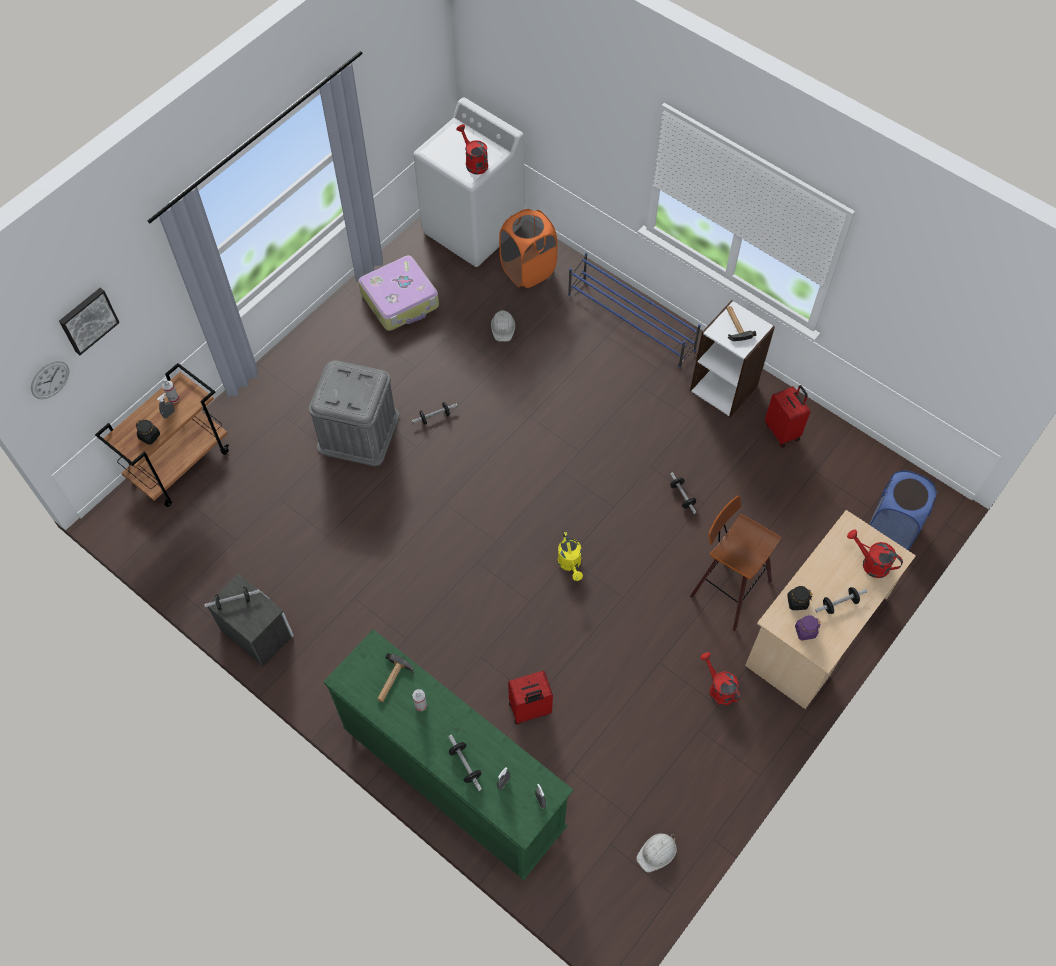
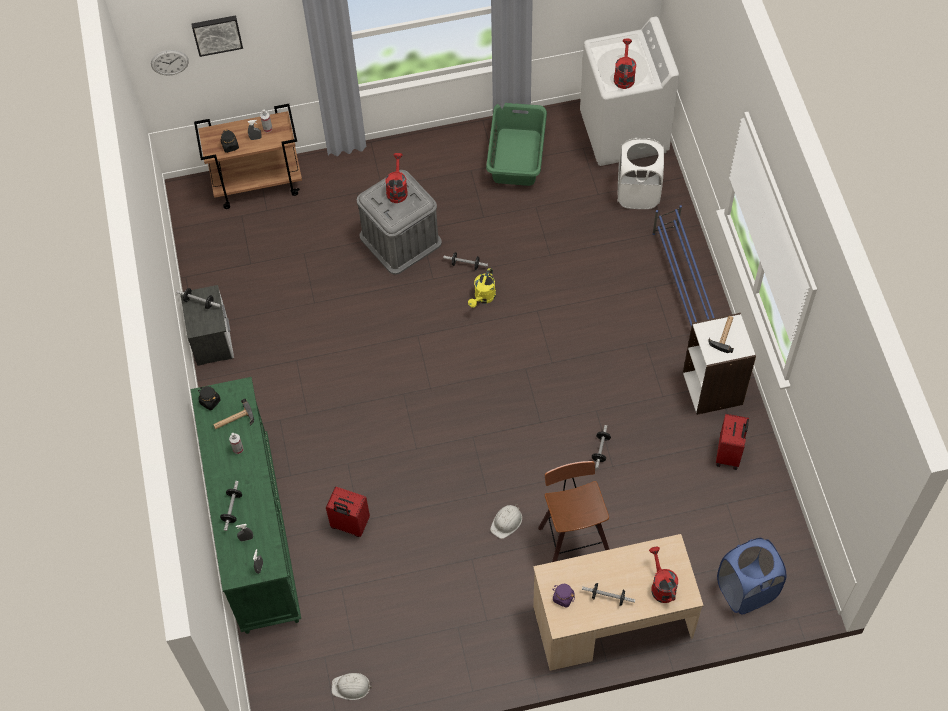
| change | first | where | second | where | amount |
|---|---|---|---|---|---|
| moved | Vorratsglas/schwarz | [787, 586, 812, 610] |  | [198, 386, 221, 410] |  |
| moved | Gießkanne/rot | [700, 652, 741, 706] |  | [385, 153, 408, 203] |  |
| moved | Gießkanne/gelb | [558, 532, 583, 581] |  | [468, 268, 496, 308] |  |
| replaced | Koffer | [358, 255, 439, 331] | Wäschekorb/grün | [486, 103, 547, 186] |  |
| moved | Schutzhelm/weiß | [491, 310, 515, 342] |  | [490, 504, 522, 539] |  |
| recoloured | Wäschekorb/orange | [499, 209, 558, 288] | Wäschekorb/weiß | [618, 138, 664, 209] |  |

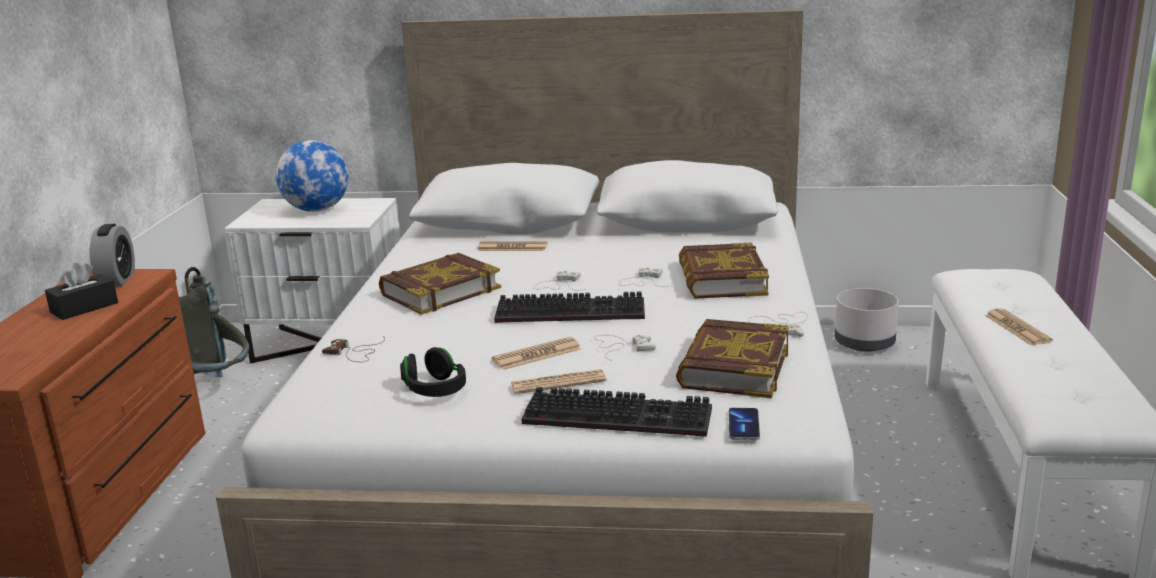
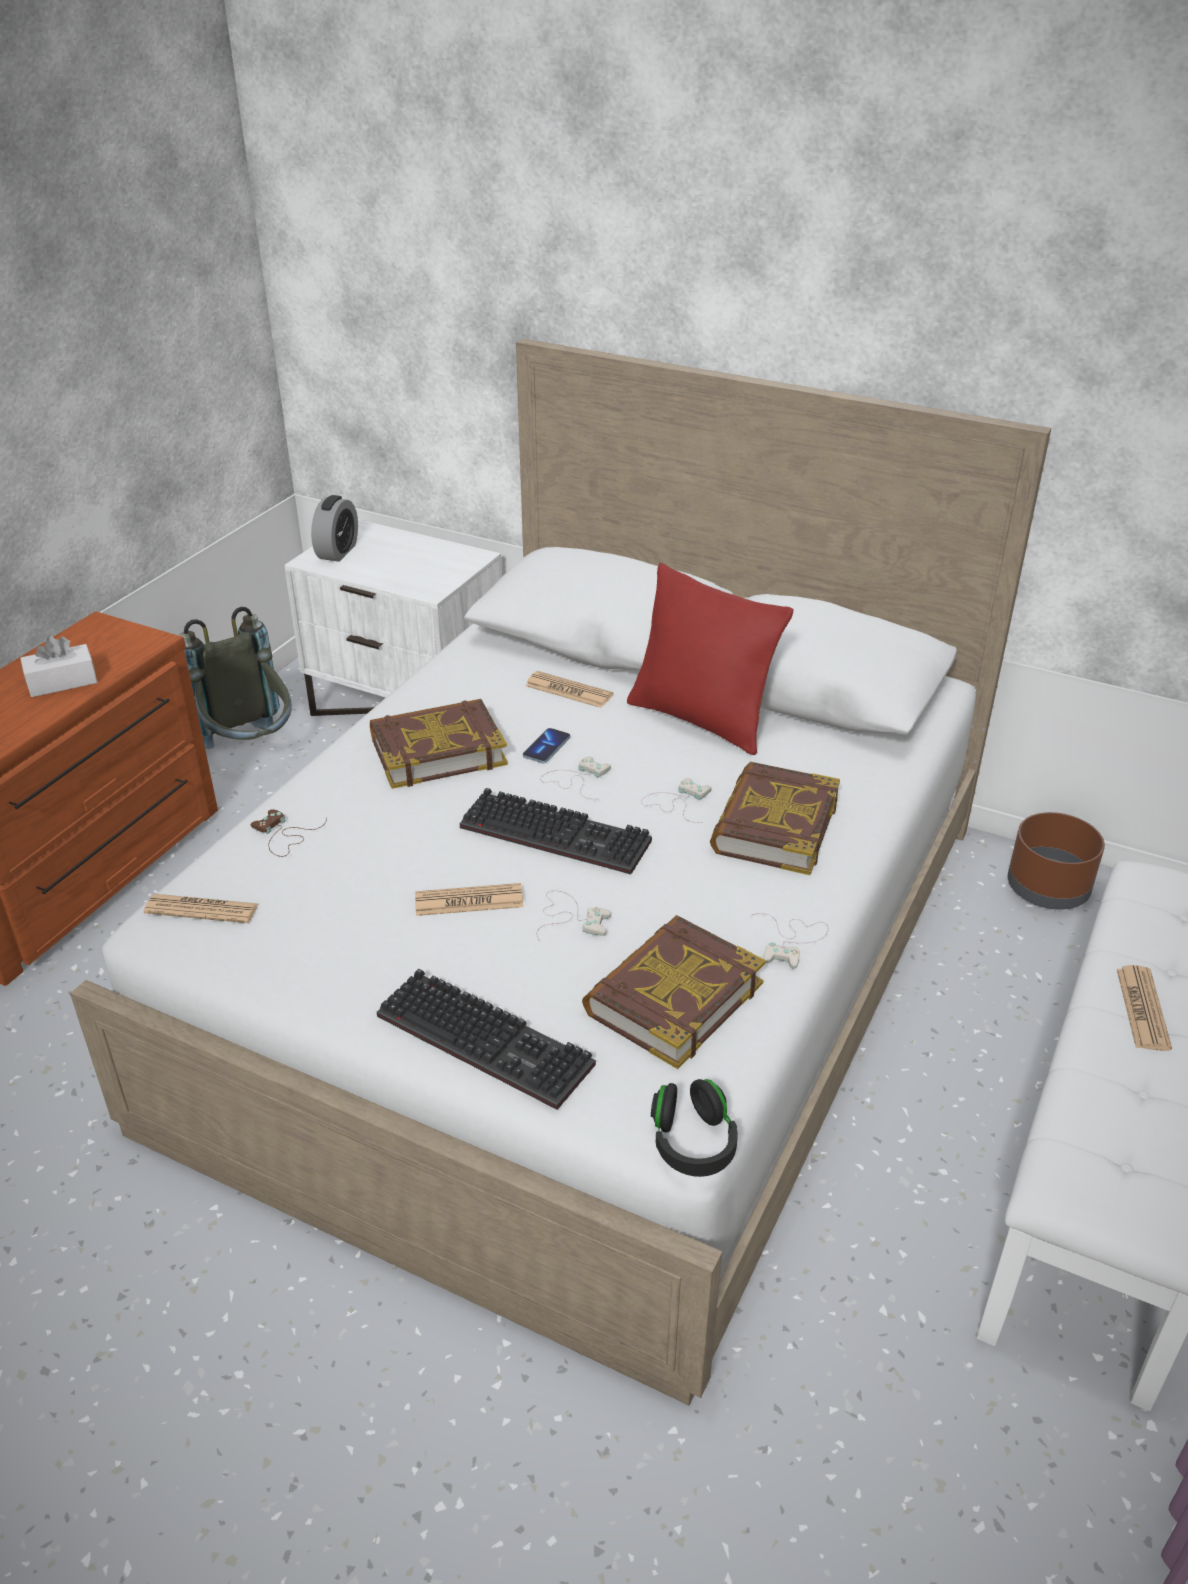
| change | first | where | second | where | amount |
|---|---|---|---|---|---|
| recoloured | Taschentuchbox/schwarz | [45, 263, 118, 320] | Taschentuchbox/weiß | [20, 636, 97, 697] |  |
| moved | Zeitung | [511, 369, 606, 394] |  | [144, 894, 258, 923] |  |
| moved | Wecker | [89, 224, 135, 287] |  | [311, 495, 358, 562] |  |
| moved | Handy | [729, 408, 760, 440] |  | [523, 728, 570, 763] |  |
| added |  |  | Kissen/rot | [627, 563, 794, 756] |  |
| moved | Kopfhörer/schwarz | [400, 347, 466, 397] |  | [651, 1079, 738, 1177] |  |
| recoloured | Pflanzkübel/grau | [835, 288, 899, 352] | Pflanzkübel/braun | [1008, 812, 1105, 910] |  |
| removed | Globus | [276, 140, 349, 212] |  |  |  |

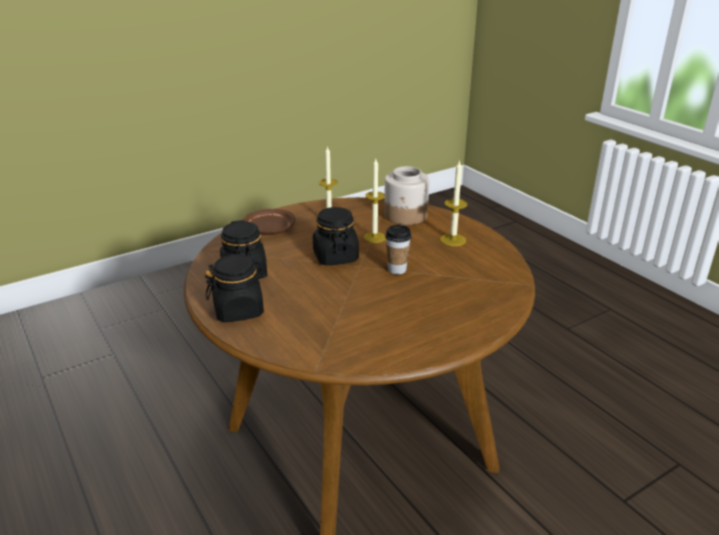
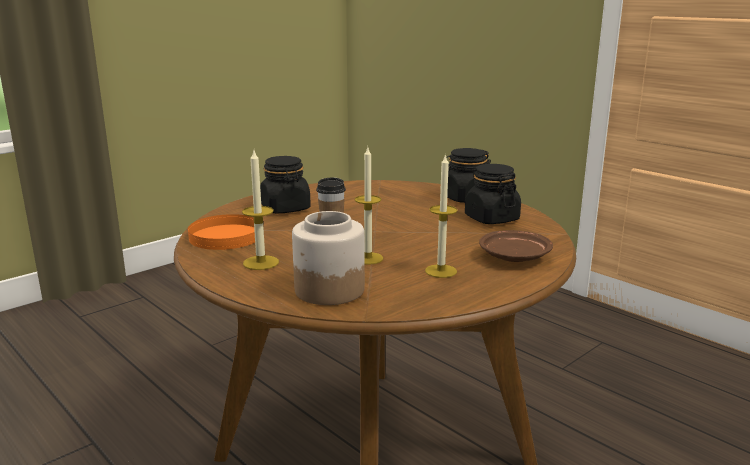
| change | first | where | second | where | amount |
|---|---|---|---|---|---|
| added |  |  | Teller/orange | [188, 214, 255, 250] |  |
| moved | Vorratsglas/schwarz | [313, 207, 359, 265] |  | [260, 156, 311, 214] |  |

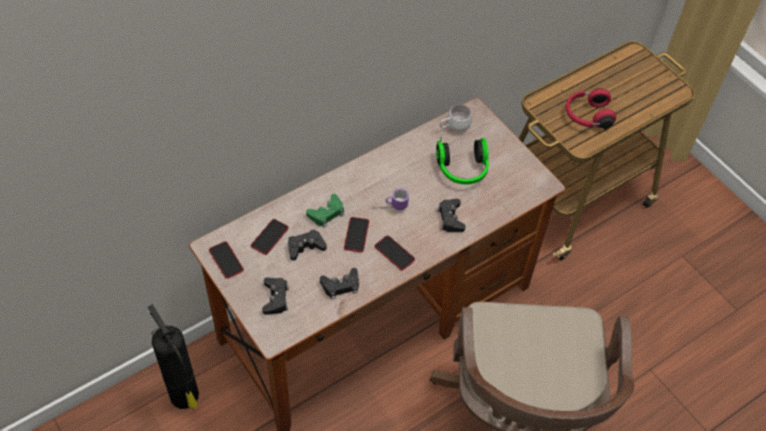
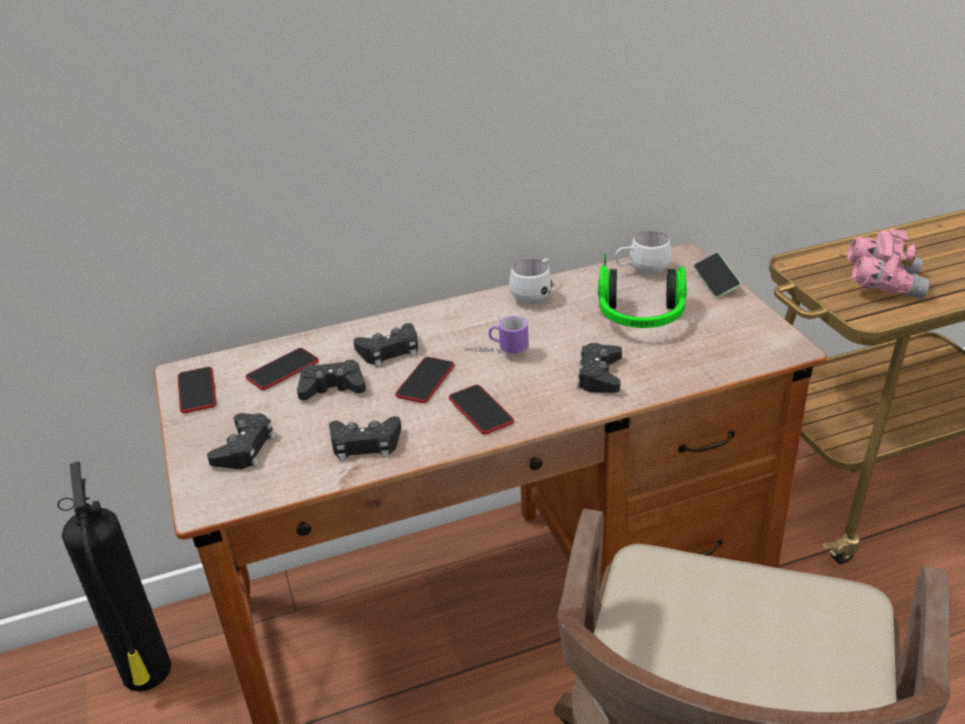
| change | first | where | second | where | amount |
|---|---|---|---|---|---|
| recoloured | Gamepad/grün | [306, 194, 344, 228] | Gamepad/schwarz | [353, 323, 418, 367] |  |
| added |  |  | Henkelbecher/weiß | [509, 259, 553, 304] |  |
| added |  |  | Handy | [693, 253, 741, 298] |  |
| replaced | Kopfhörer/rot | [566, 88, 616, 129] | Fernglas/rosa | [847, 229, 930, 299] |  |

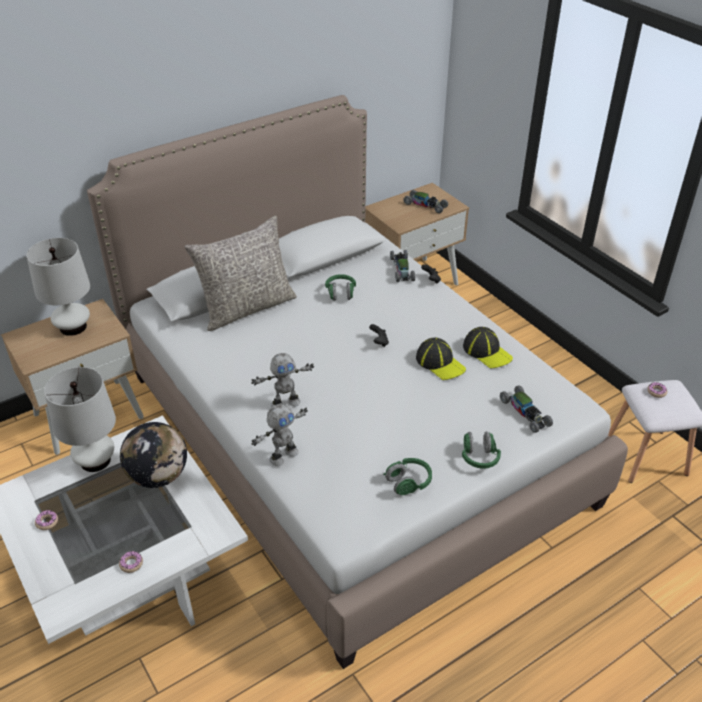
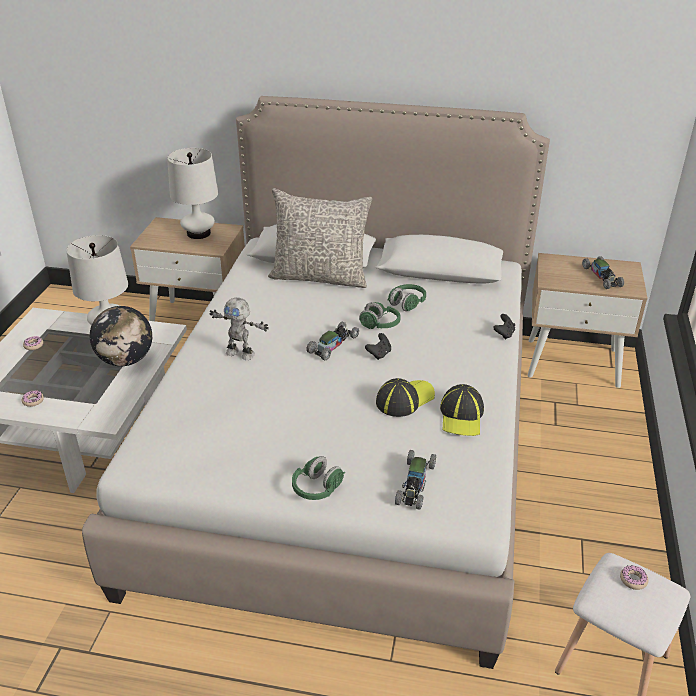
| change | first | where | second | where | amount |
|---|---|---|---|---|---|
| moved | Spielzeugauto | [390, 250, 415, 282] |  | [306, 322, 359, 360] |  |
| moved | Kopfhörer/grün | [383, 458, 432, 495] |  | [359, 302, 401, 329] |  |
| turned | Kappe | [416, 338, 466, 380] |  | [376, 378, 435, 417] | 135 degrees counterclockwise |
| removed | Spielzeugroboter | [251, 404, 308, 466] |  |  |  |

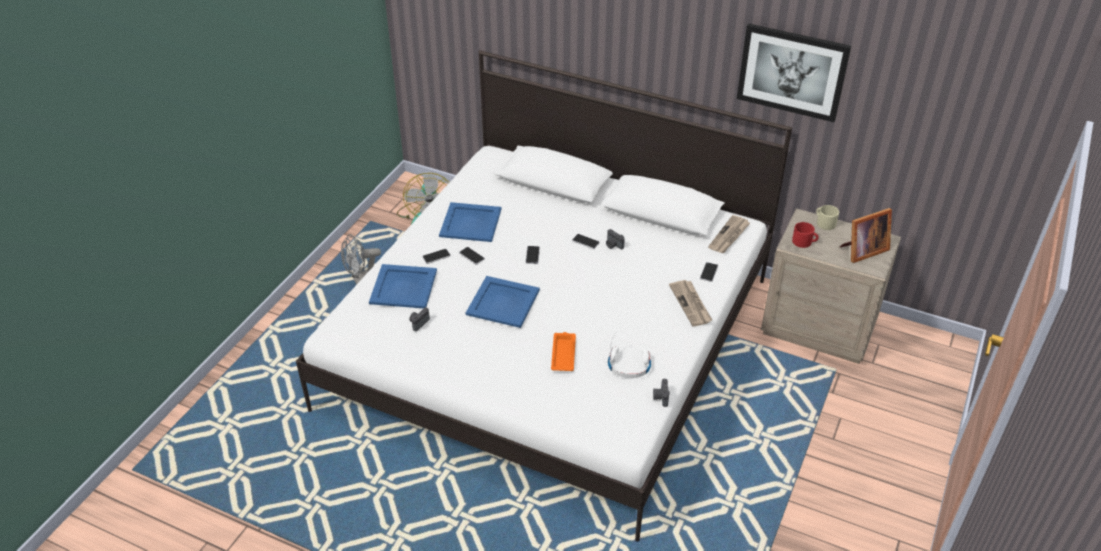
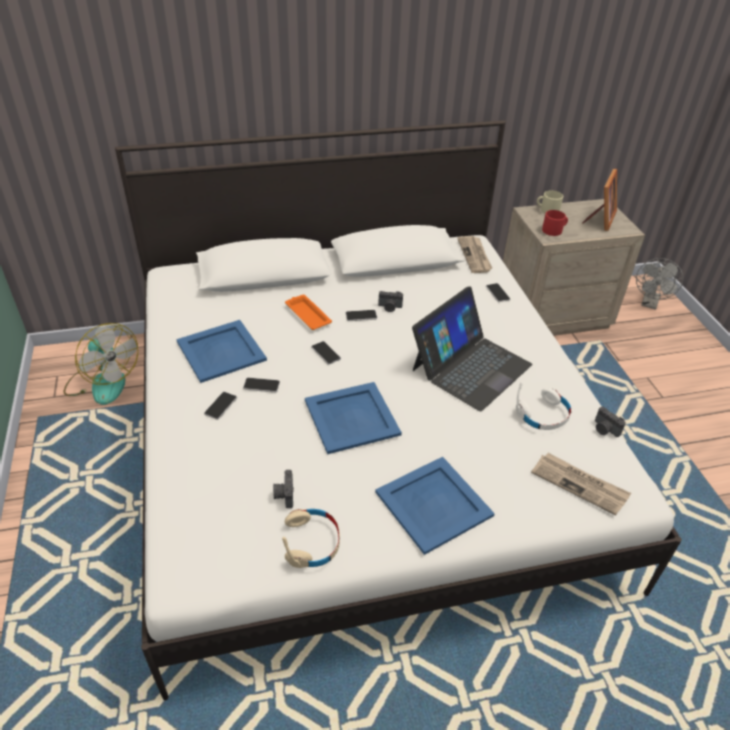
| change | first | where | second | where | amount |
|---|---|---|---|---|---|
| added |  |  | Kopfhörer/beige | [282, 509, 340, 568] |  |
| moved | Tablett/orange | [551, 332, 576, 371] |  | [285, 295, 332, 330] |  |
| moved | Tablett/blau | [369, 264, 437, 308] |  | [375, 457, 495, 555] |  |
| added |  |  | Laptop | [412, 286, 532, 412] |  |
| moved | Zeitung | [669, 280, 712, 326] |  | [531, 453, 631, 515] |  |
| moved | Ventilator/grau | [341, 234, 381, 285] |  | [636, 258, 683, 310] |  |
| removed | Bild | [737, 23, 851, 122] |  |  |  |

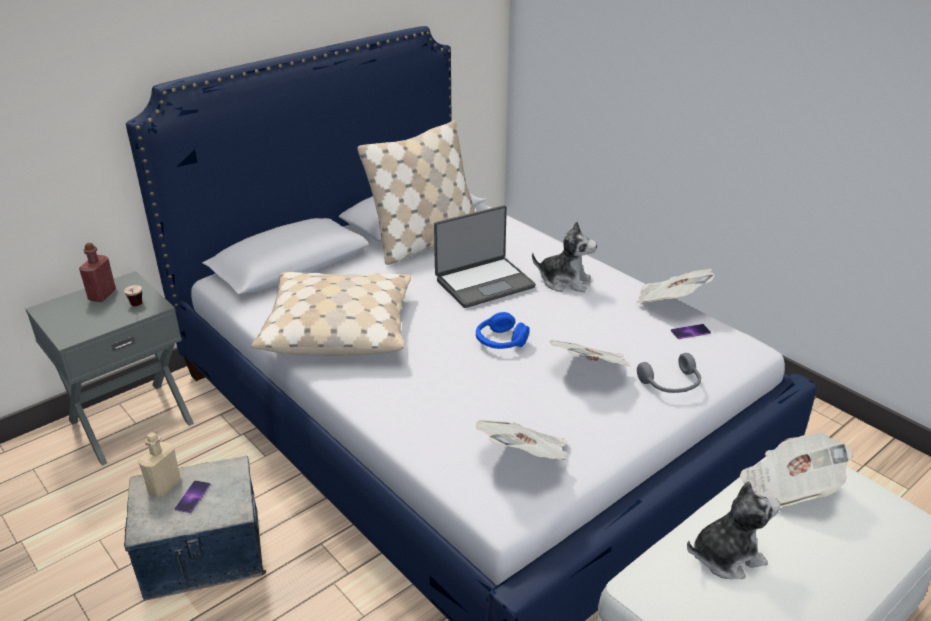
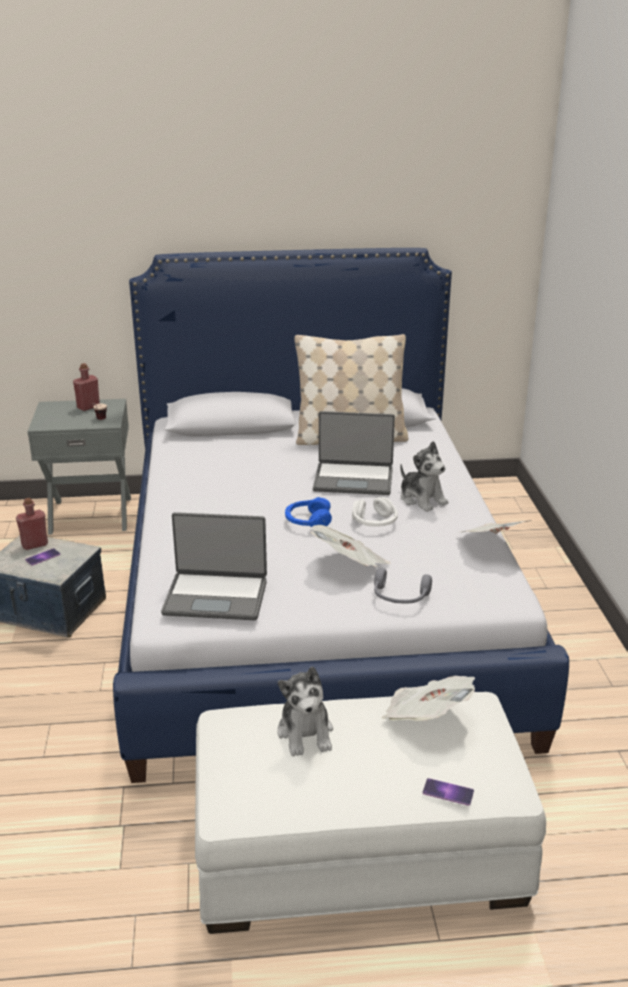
| change | first | where | second | where | amount |
|---|---|---|---|---|---|
| recoloured | Flasche/beige | [138, 432, 181, 497] | Flasche/rot | [16, 498, 48, 550] |  |
| replaced | Zeitung | [476, 420, 568, 460] | Laptop | [161, 512, 267, 620] |  |
| turned | Plüschtier | [687, 481, 781, 579] |  | [277, 666, 333, 757] | 60 degrees clockwise |
| added |  |  | Kopfhörer/weiß | [352, 497, 398, 527] |  |
| moved | Handy | [671, 324, 711, 339] |  | [422, 778, 474, 806] |  |
| removed | Kissen/beige | [251, 272, 411, 356] |  |  |  |

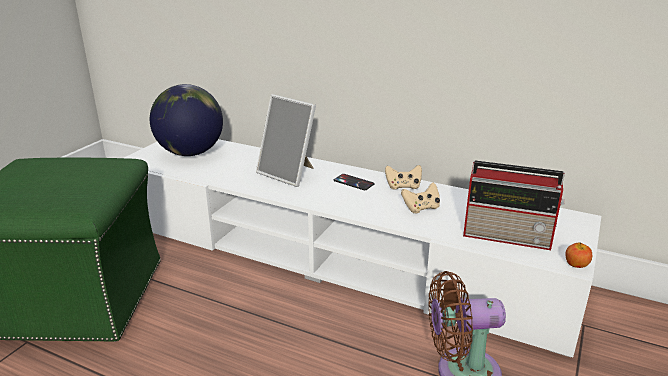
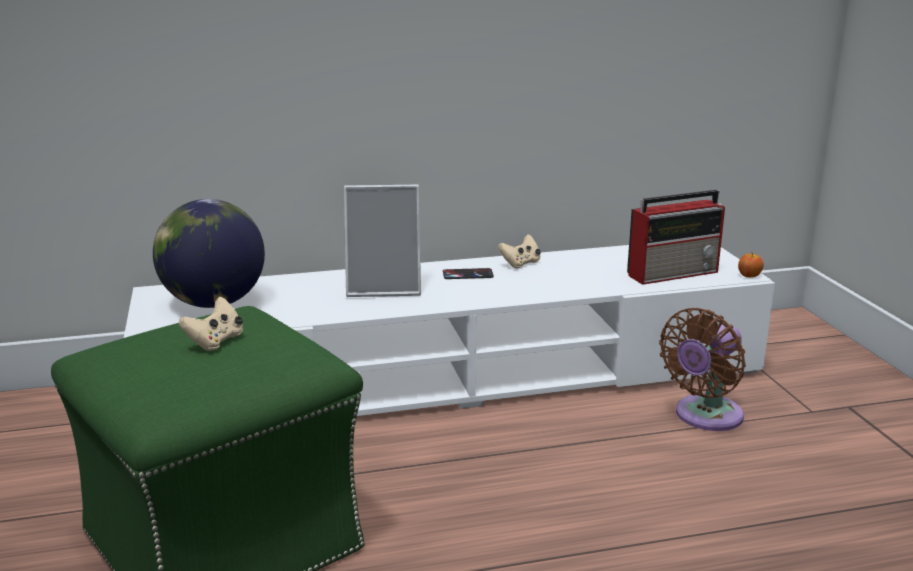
| change | first | where | second | where | amount |
|---|---|---|---|---|---|
| moved | Gamepad/beige | [401, 183, 440, 213] |  | [179, 297, 243, 351] |  |

